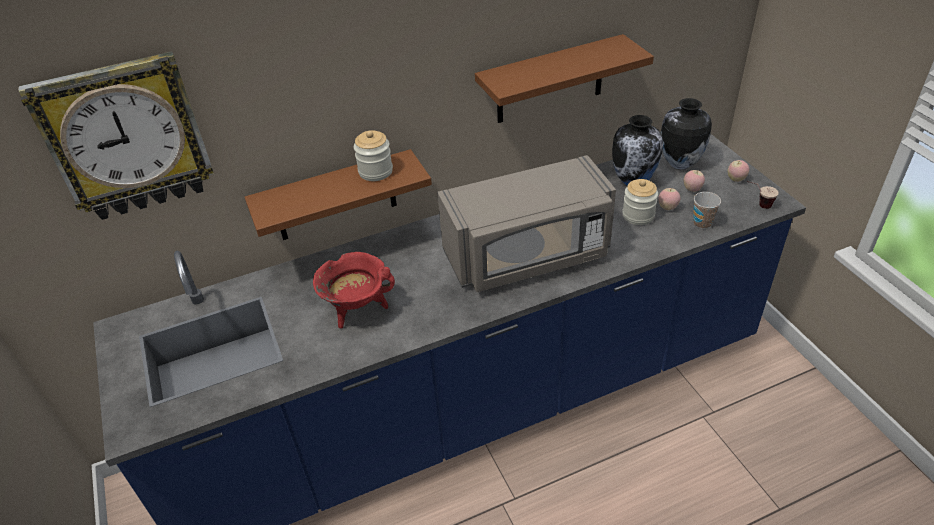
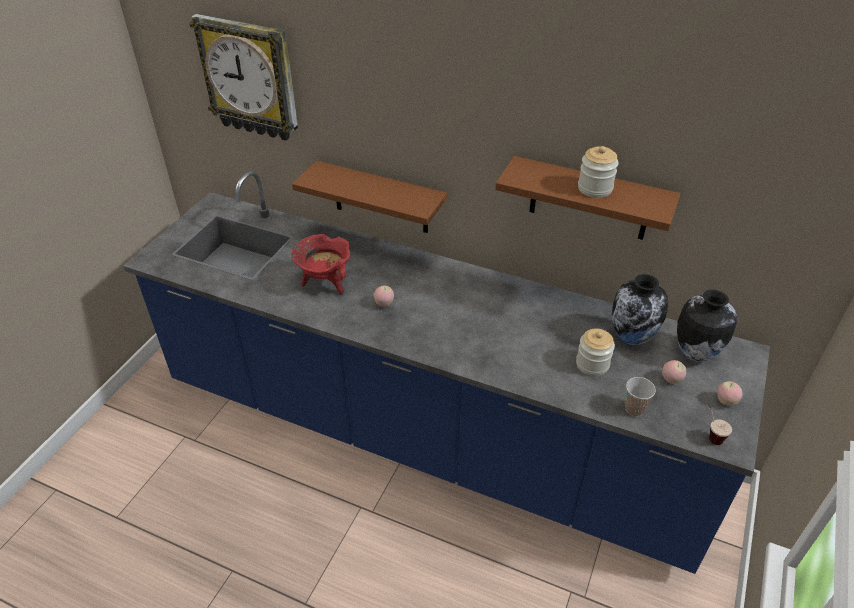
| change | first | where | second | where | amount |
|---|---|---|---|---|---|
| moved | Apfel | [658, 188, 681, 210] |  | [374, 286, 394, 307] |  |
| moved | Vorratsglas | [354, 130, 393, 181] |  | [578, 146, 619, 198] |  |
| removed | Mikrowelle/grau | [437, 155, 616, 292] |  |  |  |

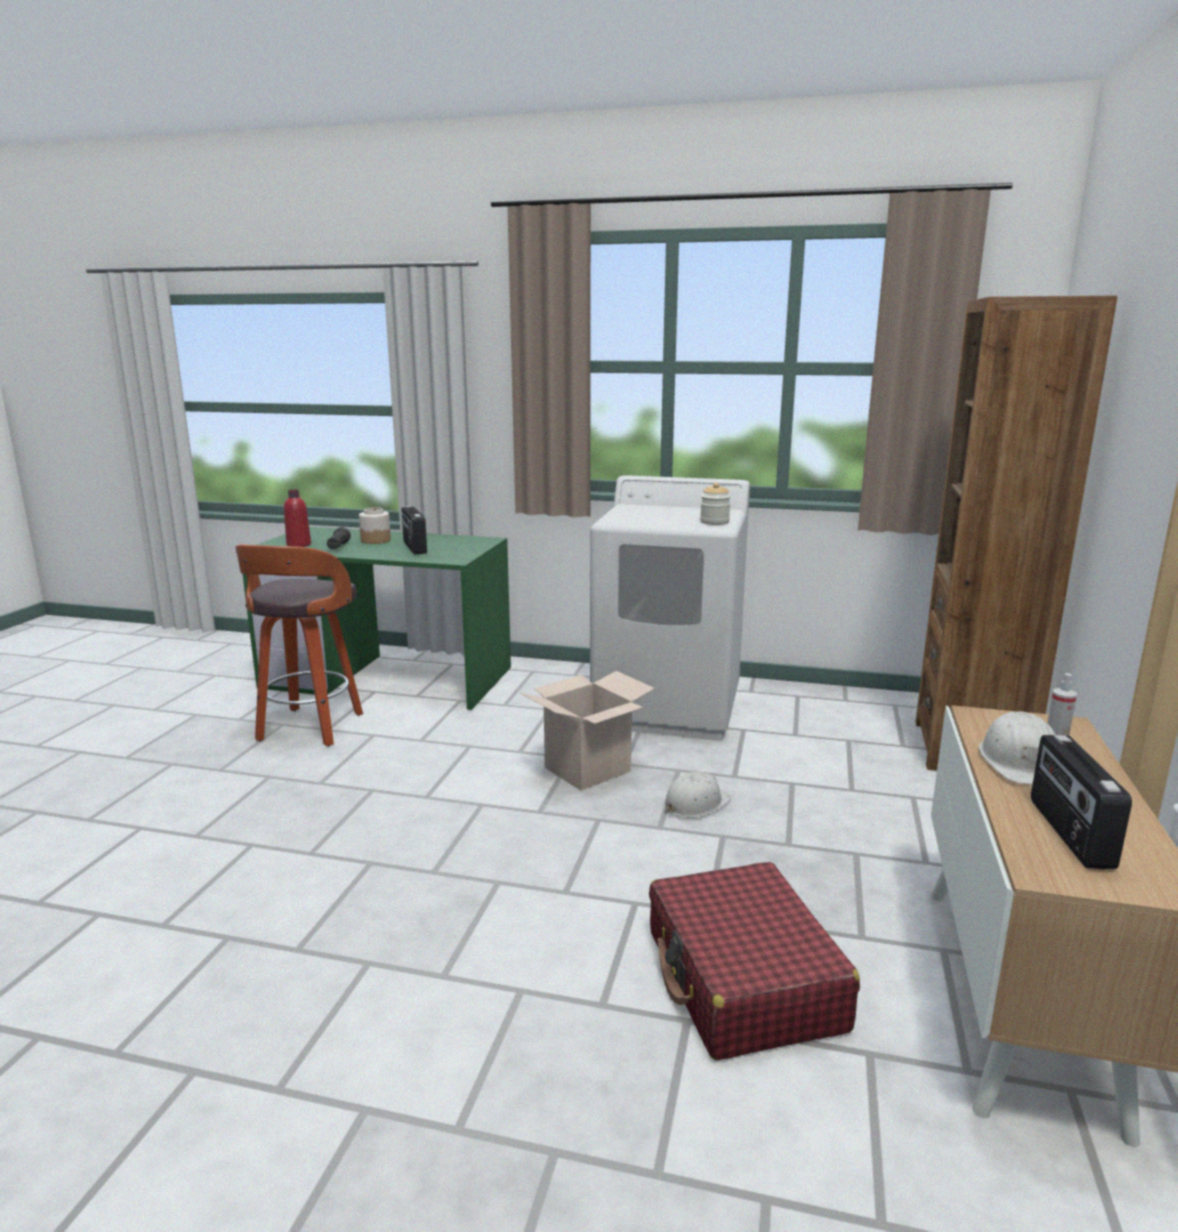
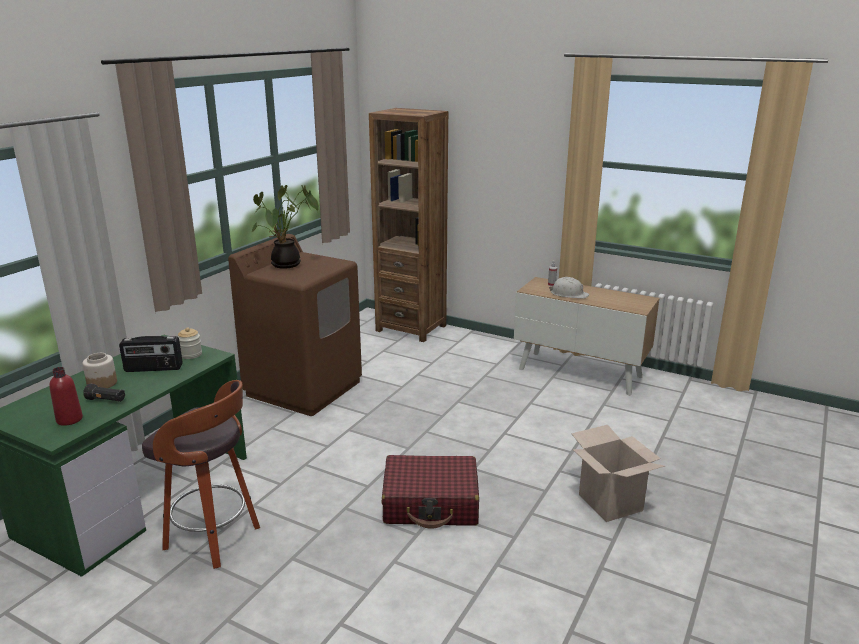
| change | first | where | second | where | amount |
|---|---|---|---|---|---|
| moved | Vorratsglas | [700, 482, 731, 525] |  | [178, 327, 202, 359] |  |
| recoloured | Waschmaschine/weiß | [590, 475, 750, 741] | Waschmaschine/braun | [228, 234, 362, 416] |  |
| added |  |  | Topfpflanze | [252, 185, 319, 269] |  |
| moved | Koffer/rot | [649, 862, 860, 1061] |  | [382, 455, 479, 528] |  |
| moved | Karton | [520, 671, 655, 791] |  | [571, 425, 665, 522] |  |
| removed | Schutzhelm/weiß | [664, 772, 731, 818] |  |  |  |
| removed | Radio | [1031, 735, 1132, 869] |  |  |  |

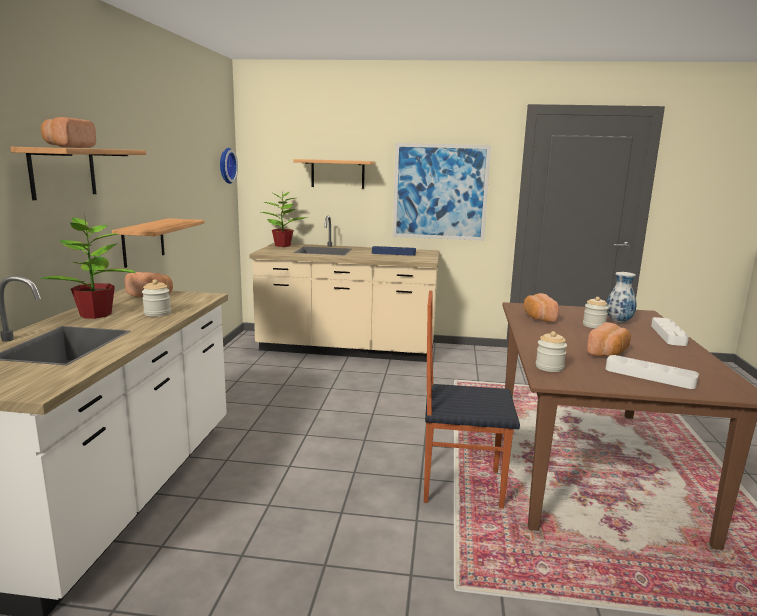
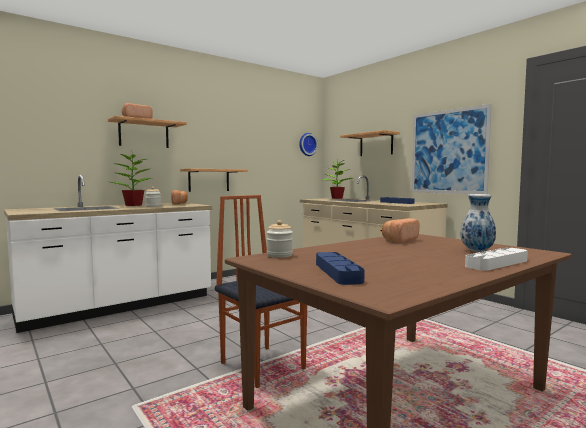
| change | first | where | second | where | amount |
|---|---|---|---|---|---|
| recoloured | Tablett/weiß | [605, 355, 699, 389] | Tablett/blau | [316, 252, 365, 285] |  |
| removed | Vorratsglas | [583, 297, 609, 328] |  |  |  |
| removed | Brot | [587, 322, 631, 357] |  |  |  |

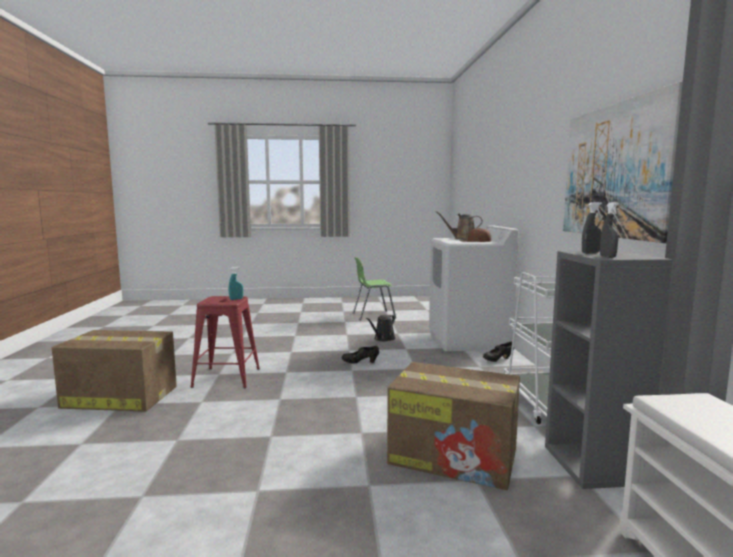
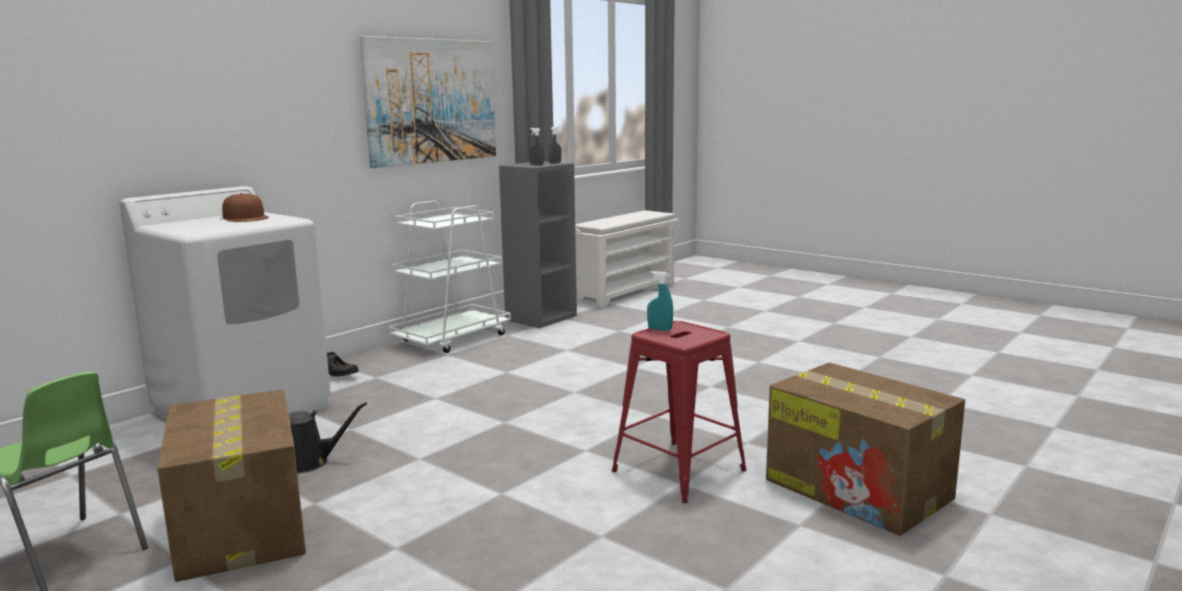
| change | first | where | second | where | amount |
|---|---|---|---|---|---|
| moved | Karton | [387, 362, 520, 490] |  | [157, 389, 306, 582] |  |
| removed | Schuh/schwarz | [342, 346, 379, 364] |  |  |  |
| removed | Gießkanne/braun | [436, 211, 483, 239] |  |  |  |

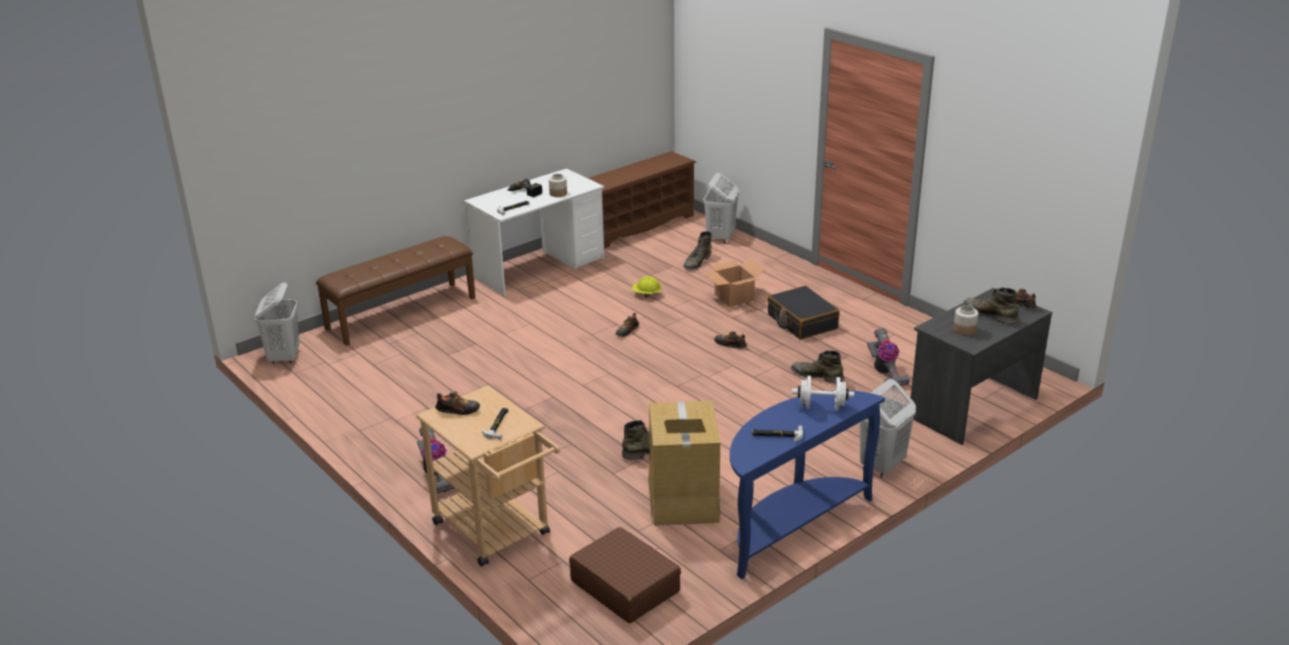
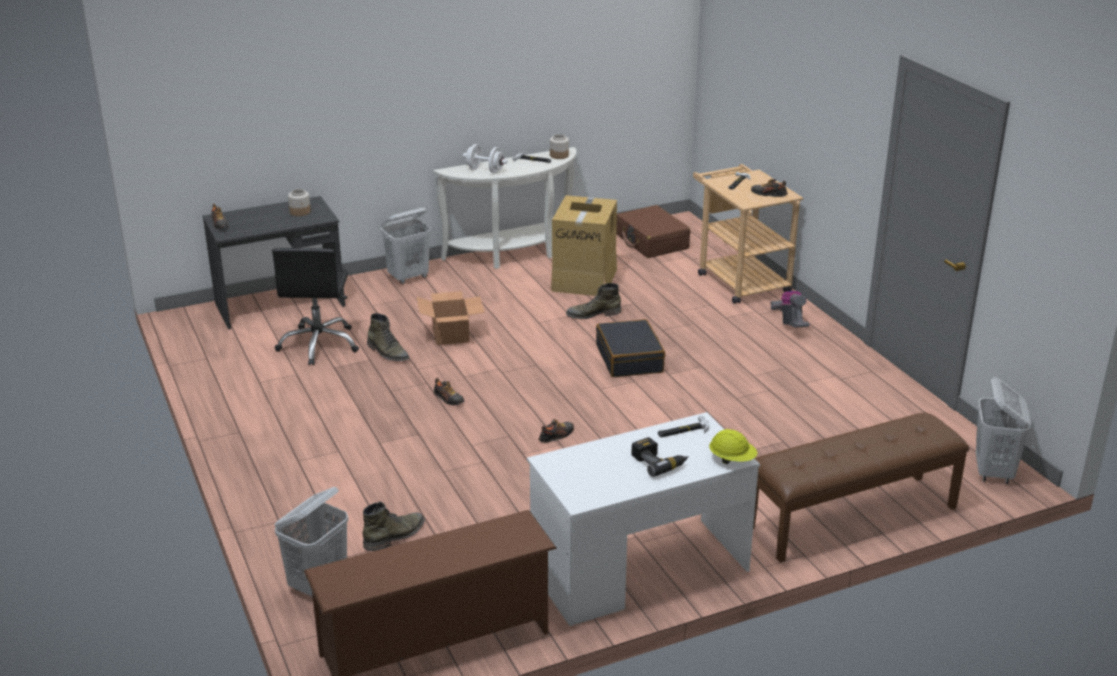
| change | first | where | second | where | amount |
|---|---|---|---|---|---|
| replaced | Staubsauger | [867, 328, 910, 387] | Bürostuhl/schwarz | [272, 248, 359, 366] |  |
| moved | Karton | [703, 257, 766, 307] |  | [417, 291, 485, 345] |  |
| recoloured | Konsolentisch/blau | [730, 390, 885, 579] | Konsolentisch/weiß | [433, 147, 577, 269] |  |
| moved | Vorratsglas | [549, 174, 567, 197] |  | [550, 134, 569, 159] |  |
| moved | Koffer/schwarz | [768, 286, 840, 339] |  | [596, 319, 665, 377] |  |
| moved | Schutzhelm/gelb | [632, 276, 662, 298] |  | [709, 429, 757, 464] |  |
| removed | Stiefel/grün | [963, 287, 1018, 324] |  |  |  |

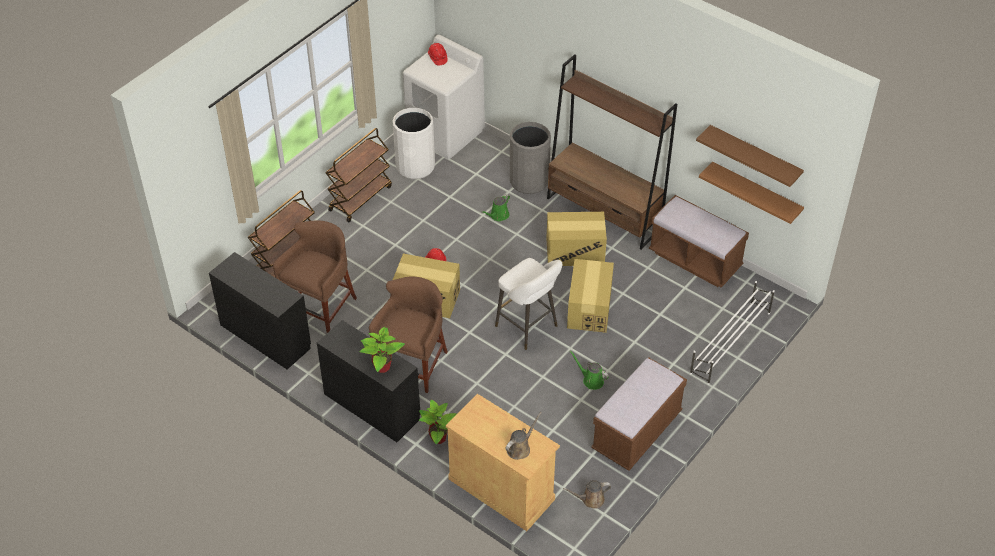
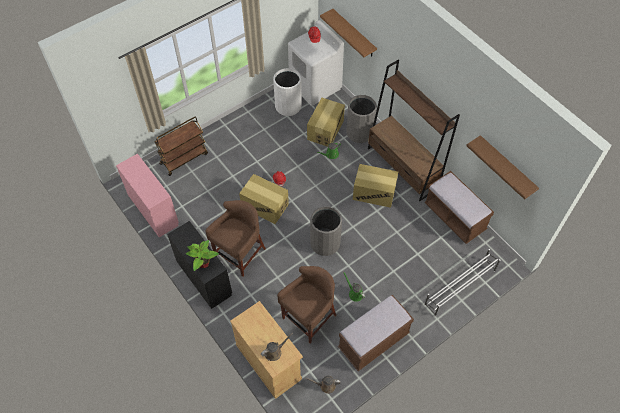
| change | first | where | second | where | amount |
|---|---|---|---|---|---|
| recoloured | Schreibtisch/schwarz | [209, 252, 311, 369] | Schreibtisch/rosa | [116, 153, 179, 237] |  |
| moved | Hocker/braun | [273, 220, 357, 333] |  | [277, 266, 337, 344] |  |
| moved | Karton | [567, 259, 614, 333] |  | [307, 98, 345, 147] |  |
| replaced | Hocker/weiß | [495, 258, 562, 350] | Mülleimer/grau | [310, 206, 342, 256] |  |
| moved | Wandregal/braun | [699, 162, 804, 224] |  | [320, 9, 377, 57] |  |
| removed | Rollwagen/braun | [326, 128, 392, 222] |  |  |  |
| removed | Topfpflanze | [419, 399, 458, 444] |  |  |  |

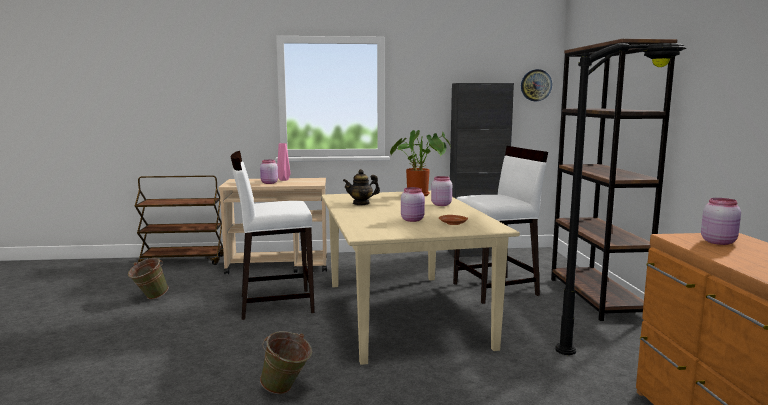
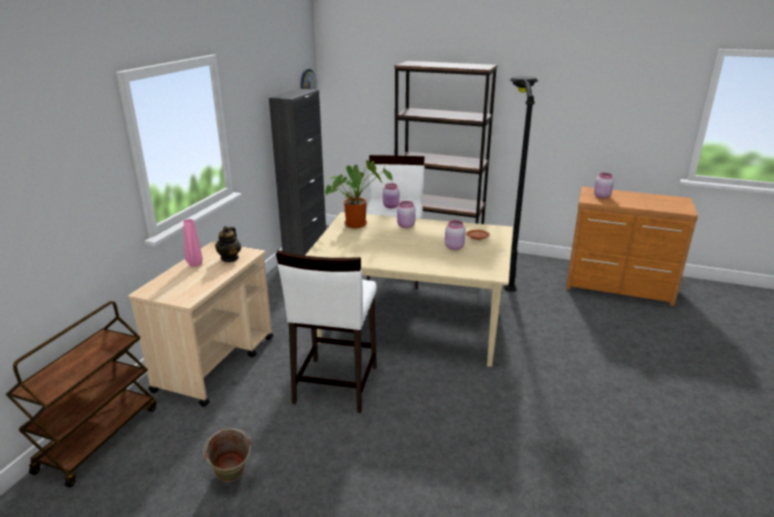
| change | first | where | second | where | amount |
|---|---|---|---|---|---|
| moved | Teekanne | [343, 169, 380, 205] |  | [215, 226, 241, 262] |  |
| moved | Vorratsglas/rosa | [260, 160, 278, 184] |  | [383, 183, 400, 208] |  |
| removed | Eimer/grün | [260, 331, 312, 394] |  |  |  |

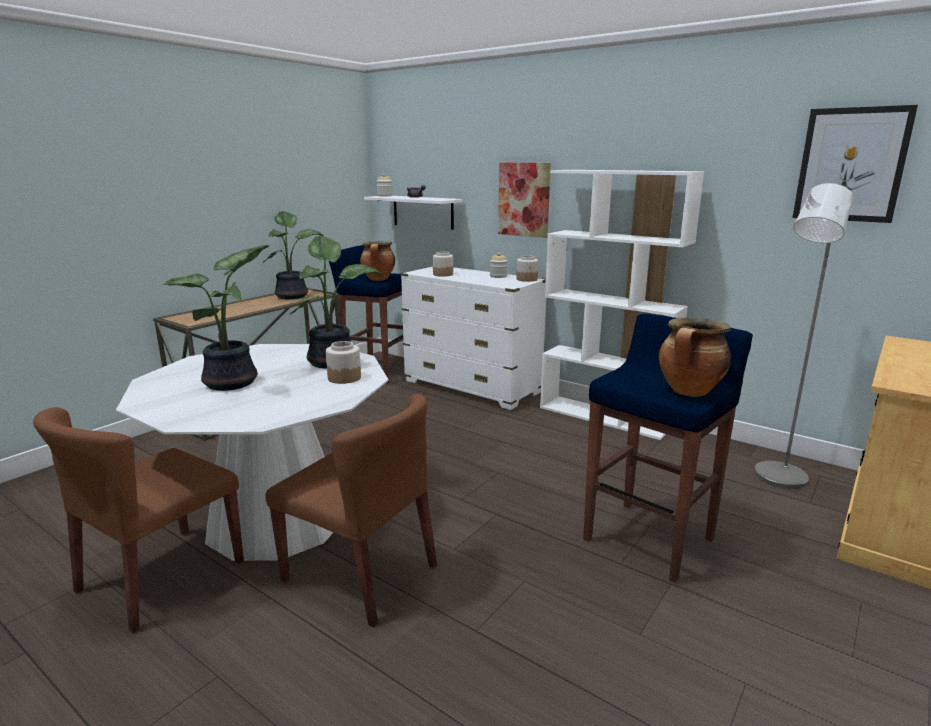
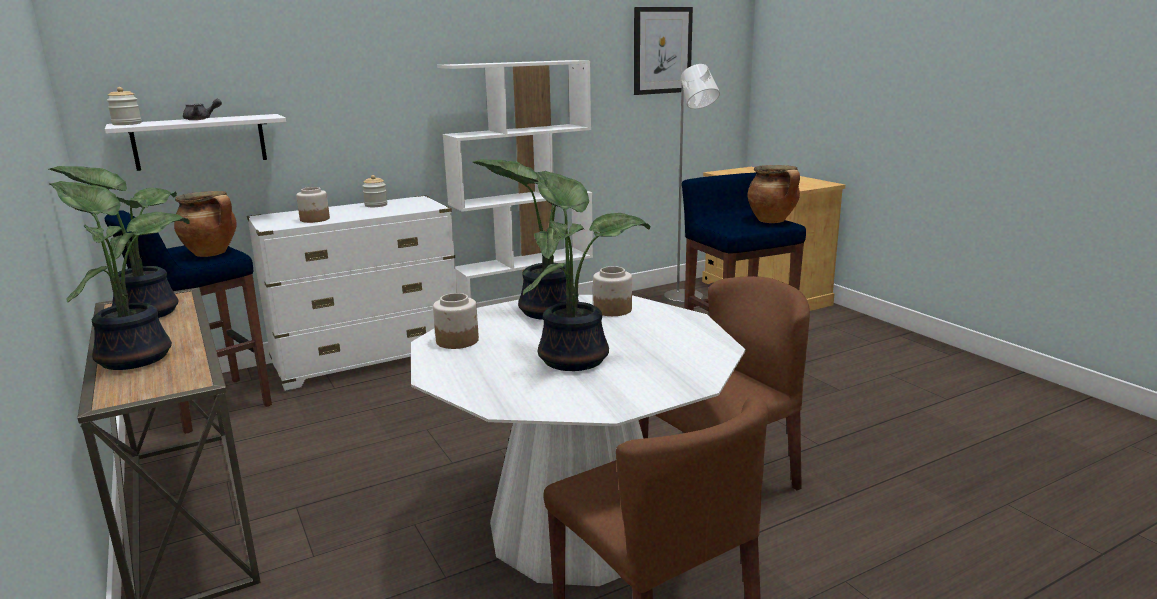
| change | first | where | second | where | amount |
|---|---|---|---|---|---|
| added |  |  | Topfpflanze | [49, 181, 190, 370] |  |
| moved | Vorratsglas | [516, 255, 538, 282] |  | [433, 293, 479, 349] |  |
| removed | Bild | [498, 163, 551, 238] |  |  |  |

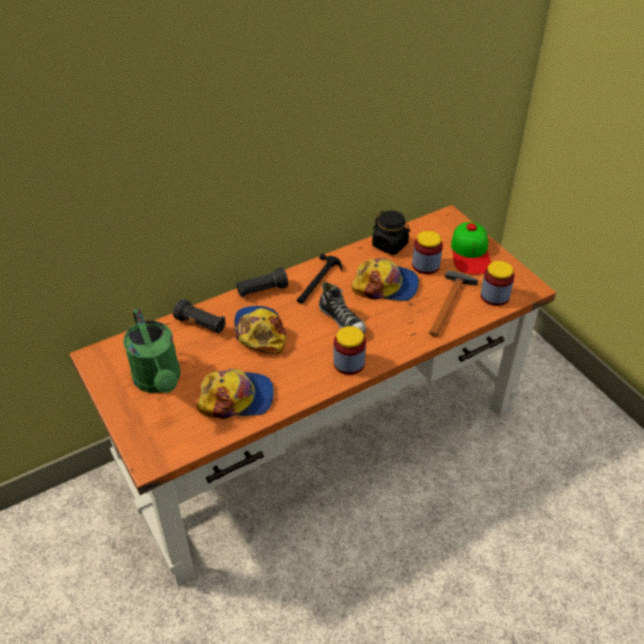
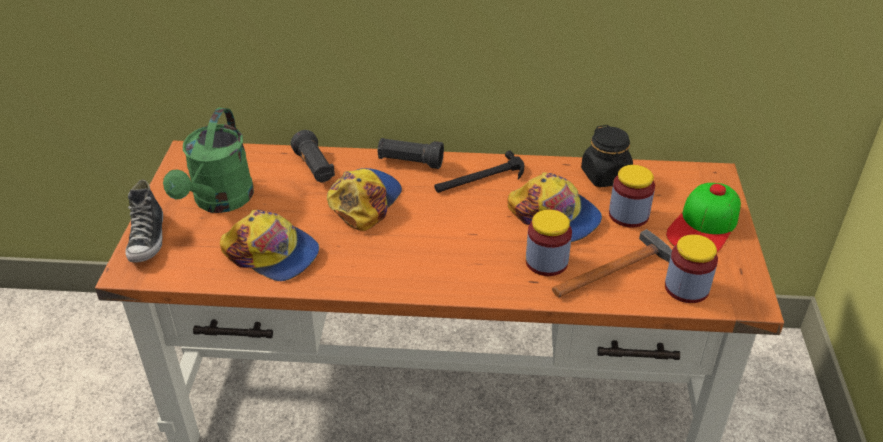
| change | first | where | second | where | amount |
|---|---|---|---|---|---|
| moved | Schuh | [319, 282, 366, 334] |  | [125, 179, 163, 262] |  |
| moved | Vorratsglas | [333, 326, 366, 375] |  | [526, 209, 572, 276] |  |

